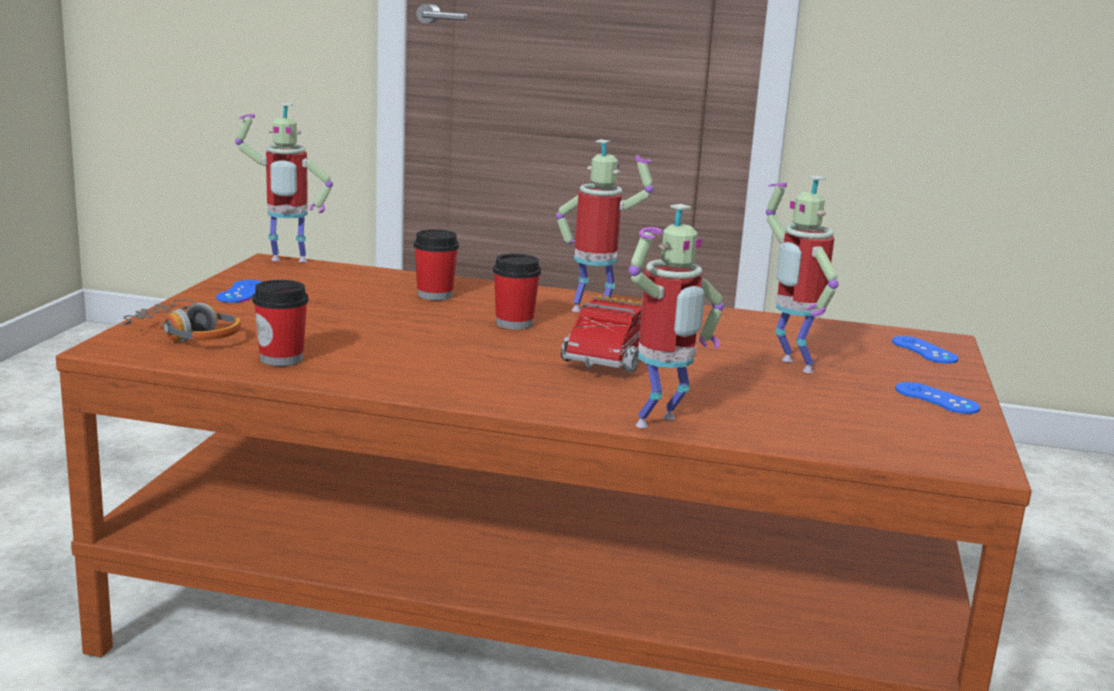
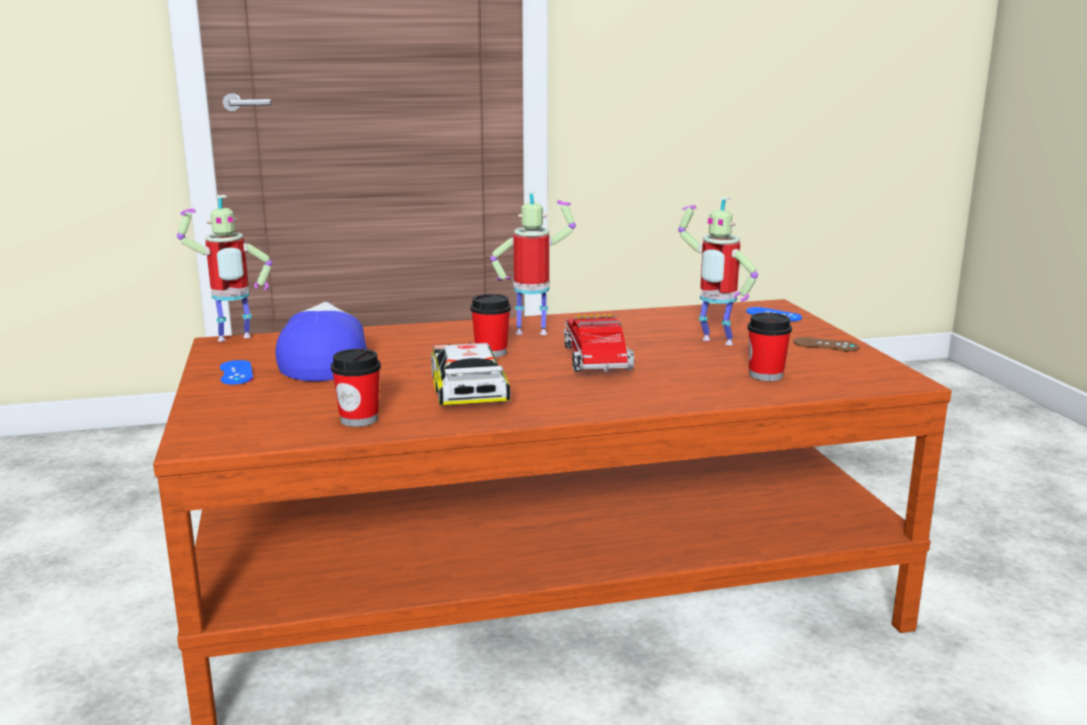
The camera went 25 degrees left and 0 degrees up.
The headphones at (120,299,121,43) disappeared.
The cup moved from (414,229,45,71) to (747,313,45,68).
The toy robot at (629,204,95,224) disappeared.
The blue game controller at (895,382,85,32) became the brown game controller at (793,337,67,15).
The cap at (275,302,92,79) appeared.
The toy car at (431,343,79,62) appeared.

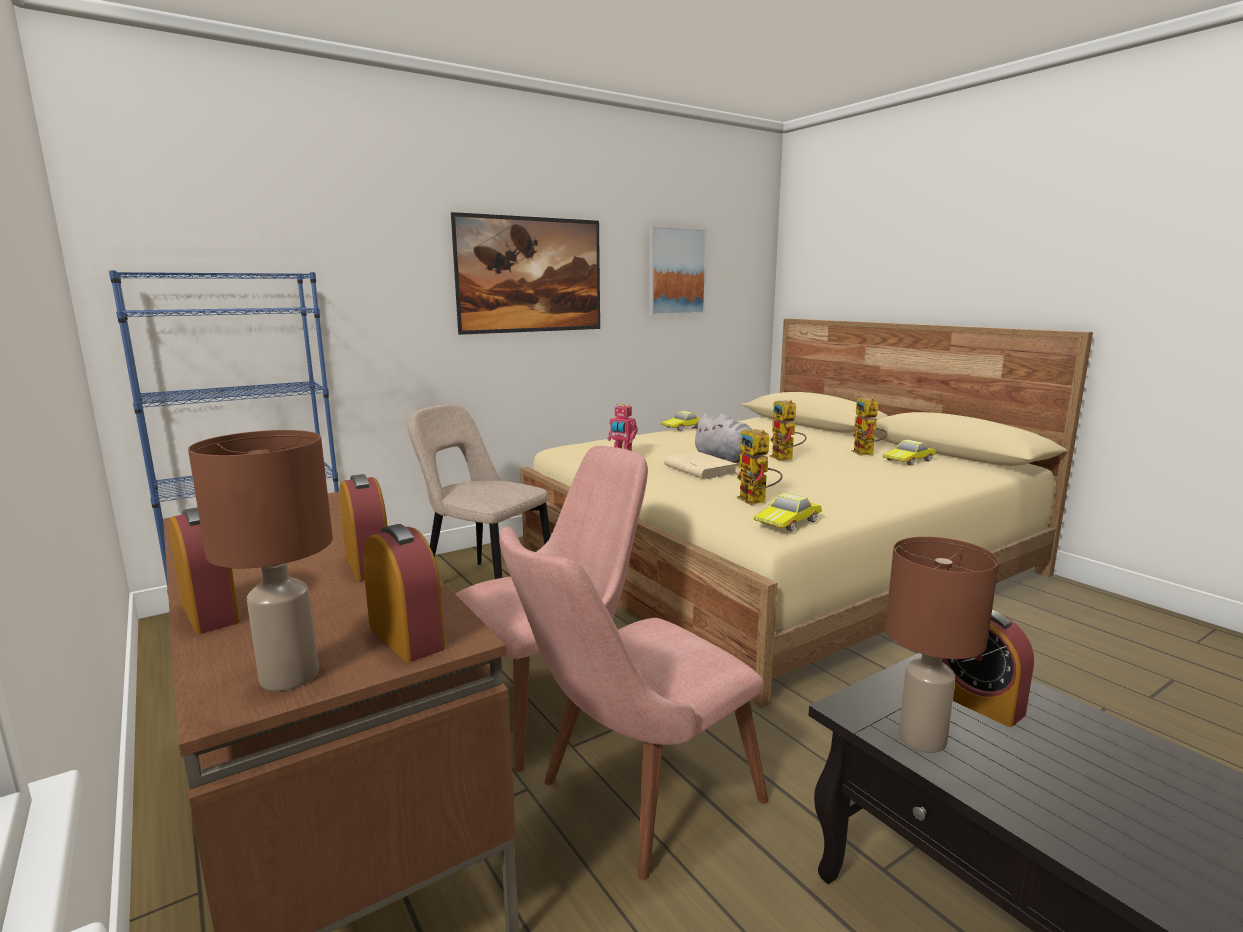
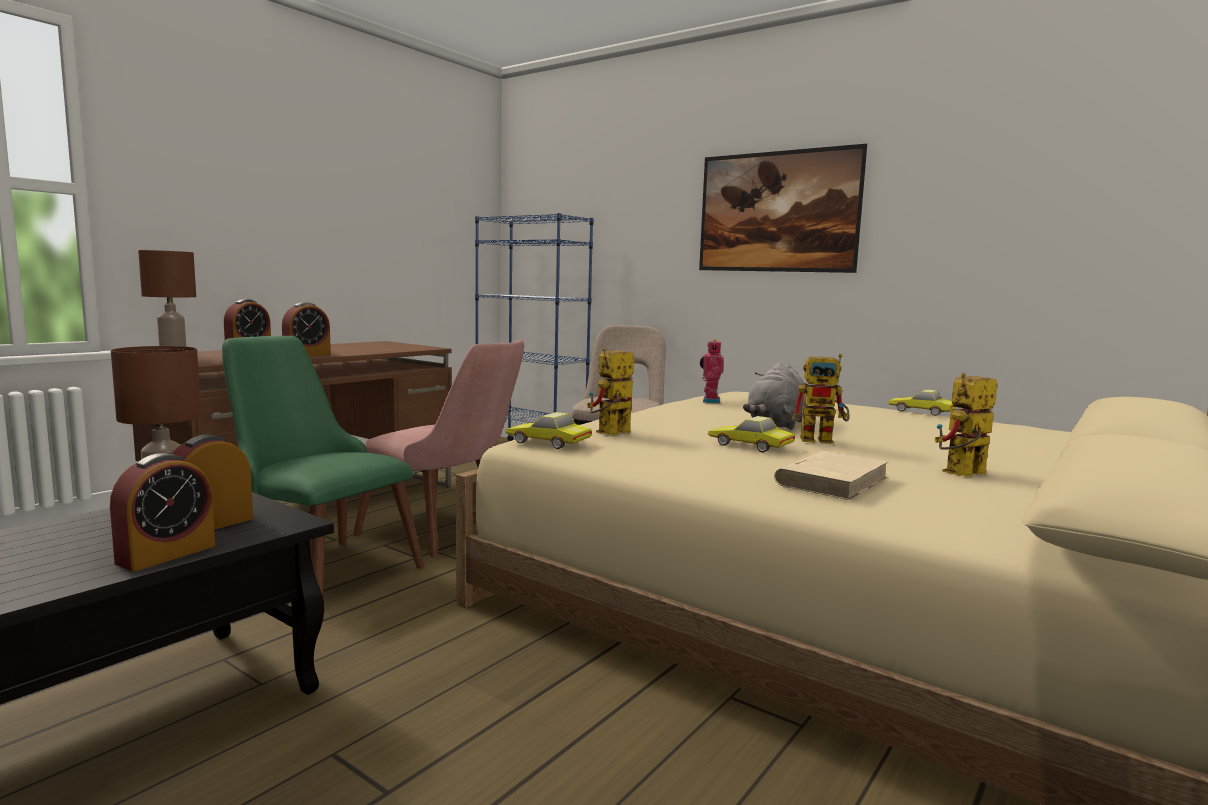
The camera went 70 degrees right and 5 degrees down.
The alarm clock moved from (363,524,83,138) to (110,453,105,118).
The pink chair at (499,526,270,354) became the green chair at (222,336,202,260).
The picture at (649,226,58,89) disappeared.
The beige book moved from (664,451,73,28) to (774,451,114,49).
The toy robot at (770,400,36,61) turned 135 degrees counterclockwise.
The toy car moved from (882,440,54,25) to (708,416,87,37).

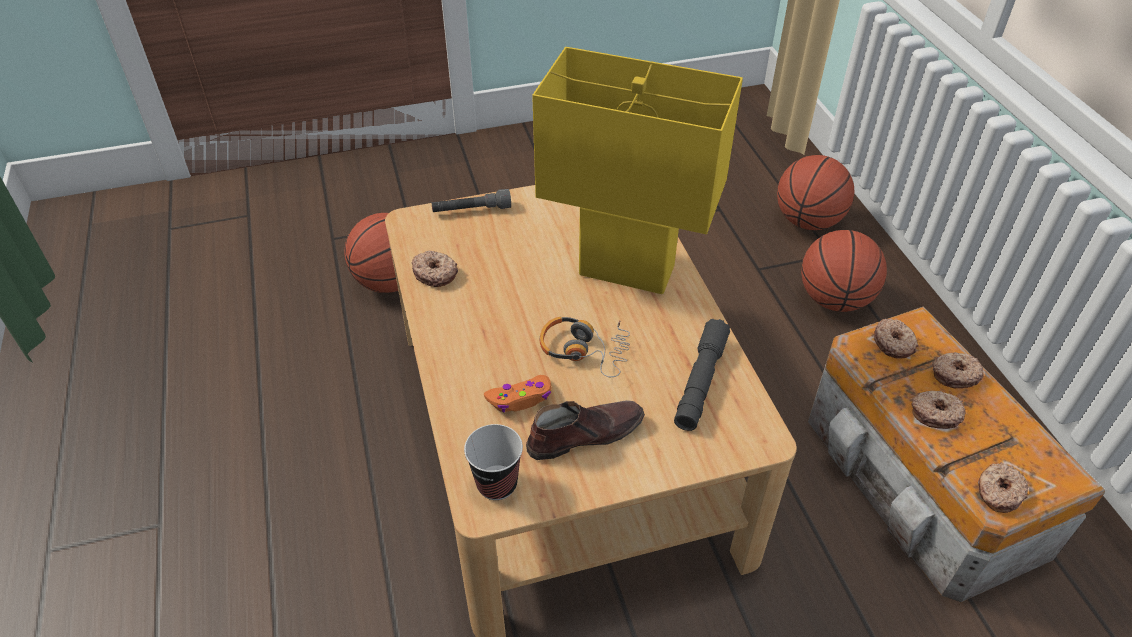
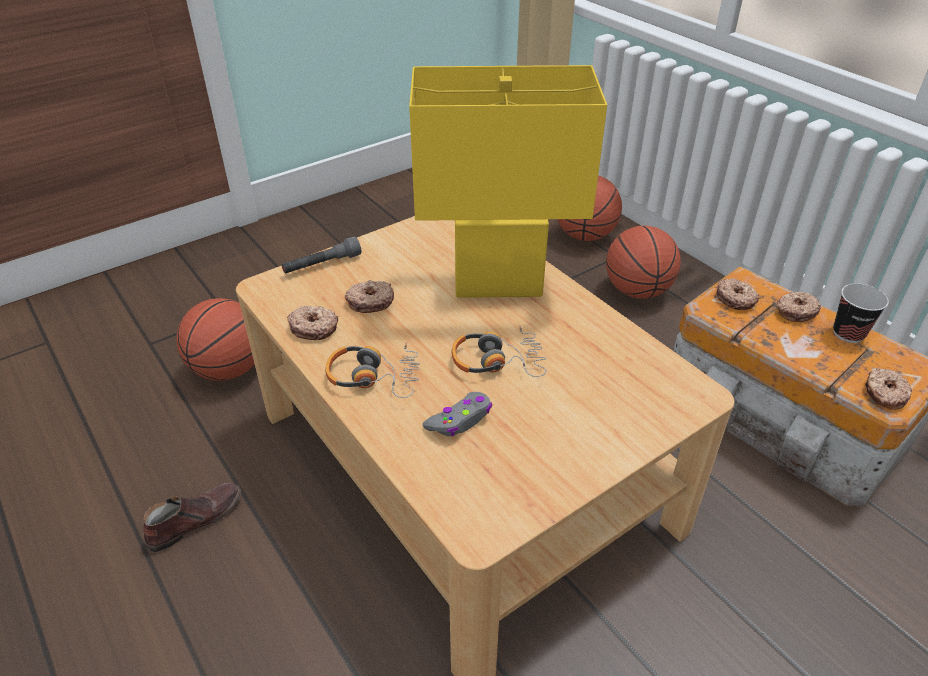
The camera went 20 degrees left and 5 degrees down.
The cup moved from (464,424,59,76) to (833,283,56,60).
The orange game controller at (484,375,67,37) became the grey game controller at (422,392,70,44).
The brown shoe moved from (526,400,119,60) to (143,483,98,69).
The grey flashlight at (674,319,56,112) disappeared.
The donut moved from (911,391,55,38) to (345,280,49,33).
The headphones at (325,342,94,56) appeared.

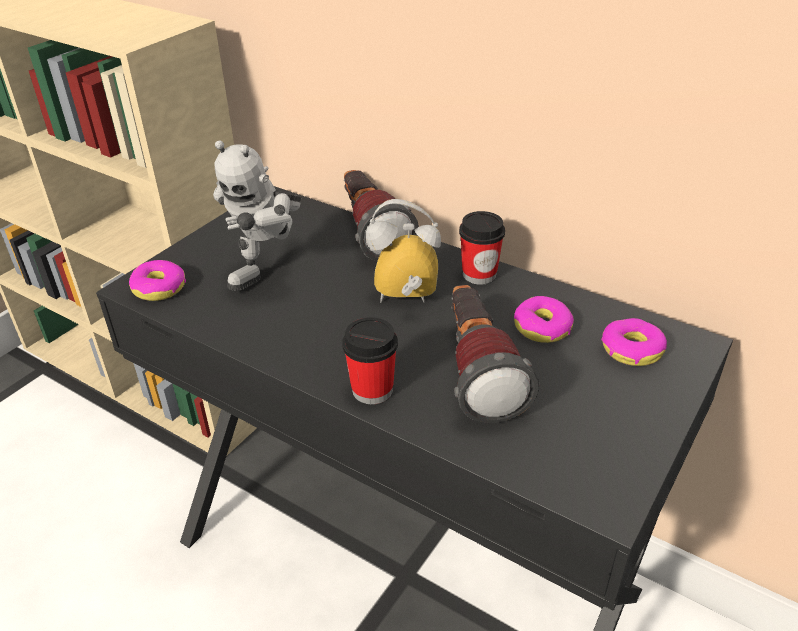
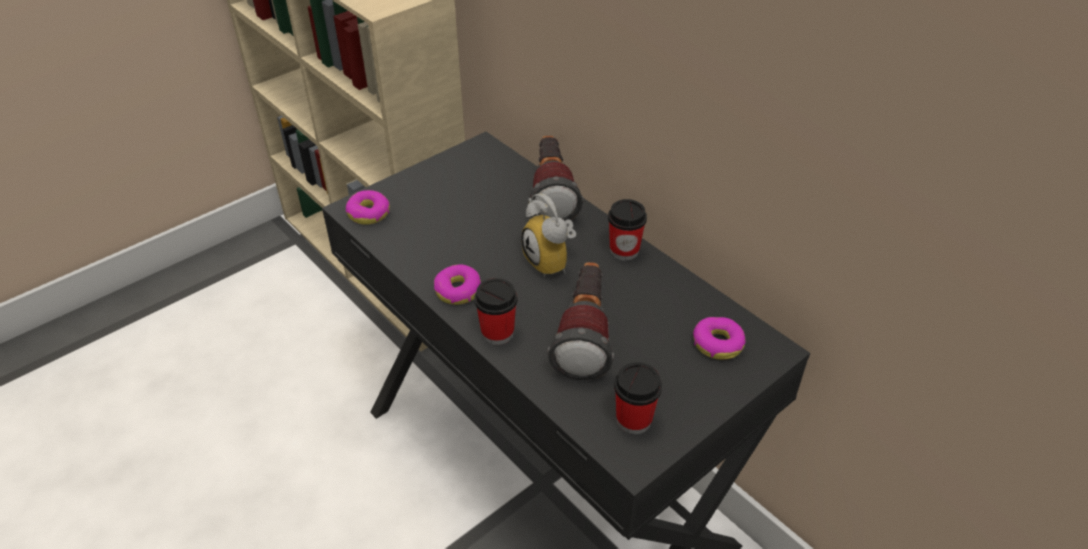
The camera went 15 degrees right and 5 degrees up.
The toy robot at (213,141,88,150) disappeared.
The alarm clock at (366,199,75,104) turned 135 degrees counterclockwise.
The donut moved from (514,296,60,47) to (434,264,47,41).
The cup at (614,362,48,72) appeared.

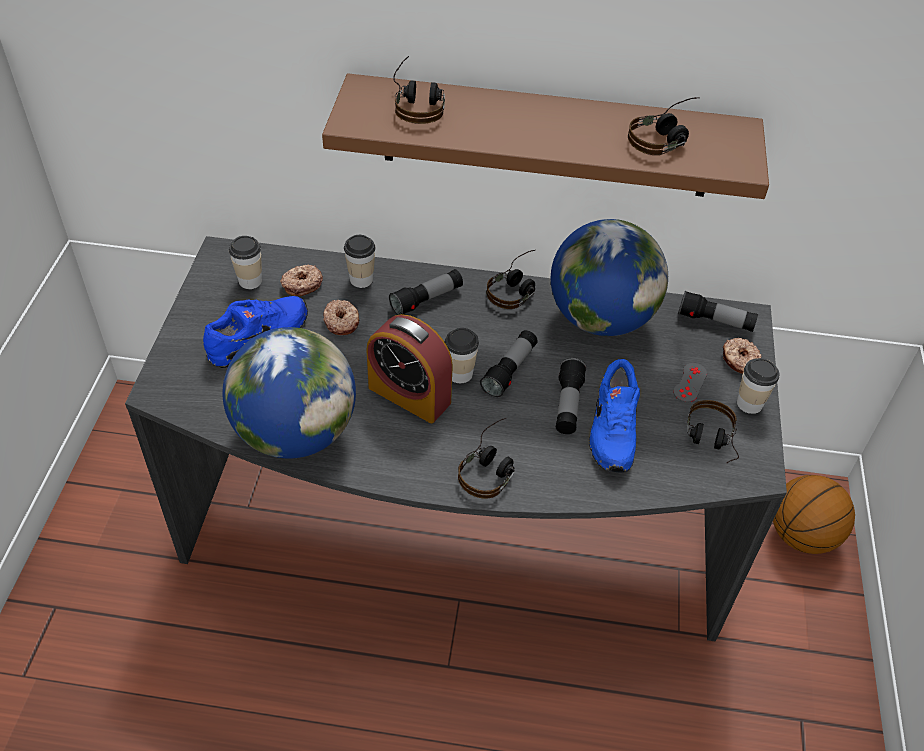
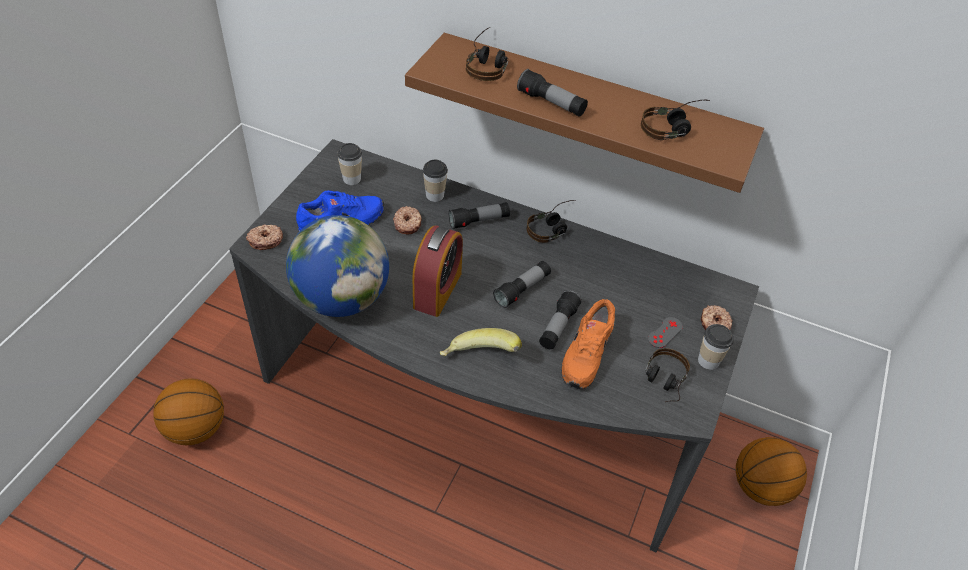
The camera went 15 degrees right and 0 degrees up.
The donut moved from (280,264,43,32) to (246,224,37,26).
The alarm clock at (367,314,86,109) turned 120 degrees counterclockwise.
The cup at (445,328,34,55) disappeared.
The headphones at (458,418,57,81) was replaced by the banana at (440,328,82,28).
The globe at (551,219,117,117) disappeared.
The blue shoe at (589,359,51,113) became the orange shoe at (561,299,54,90).
The flashlight moved from (678,291,80,41) to (517,69,71,48).
The basketball at (153,378,71,67) appeared.

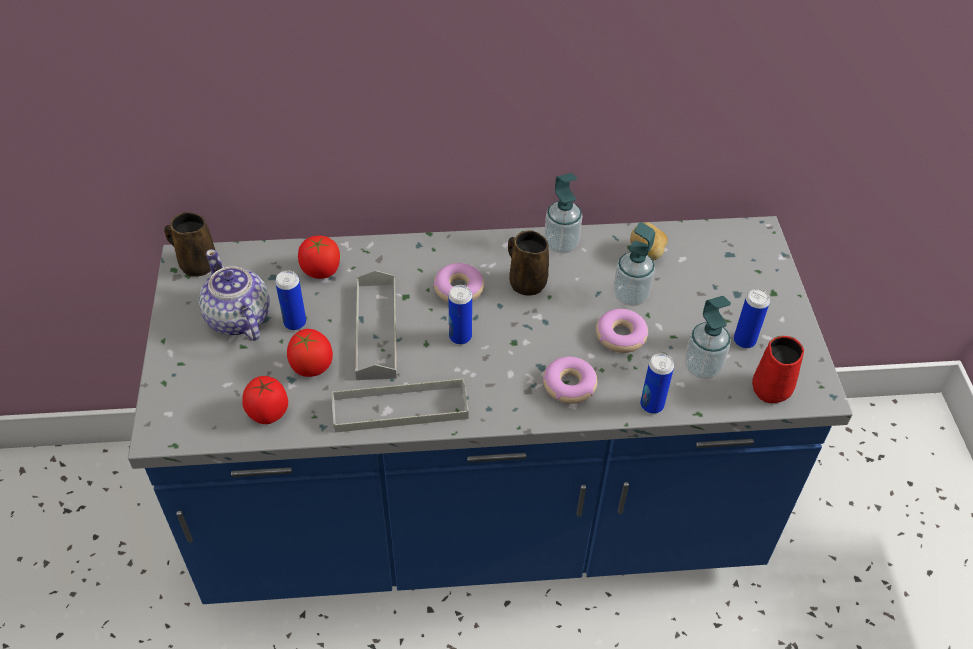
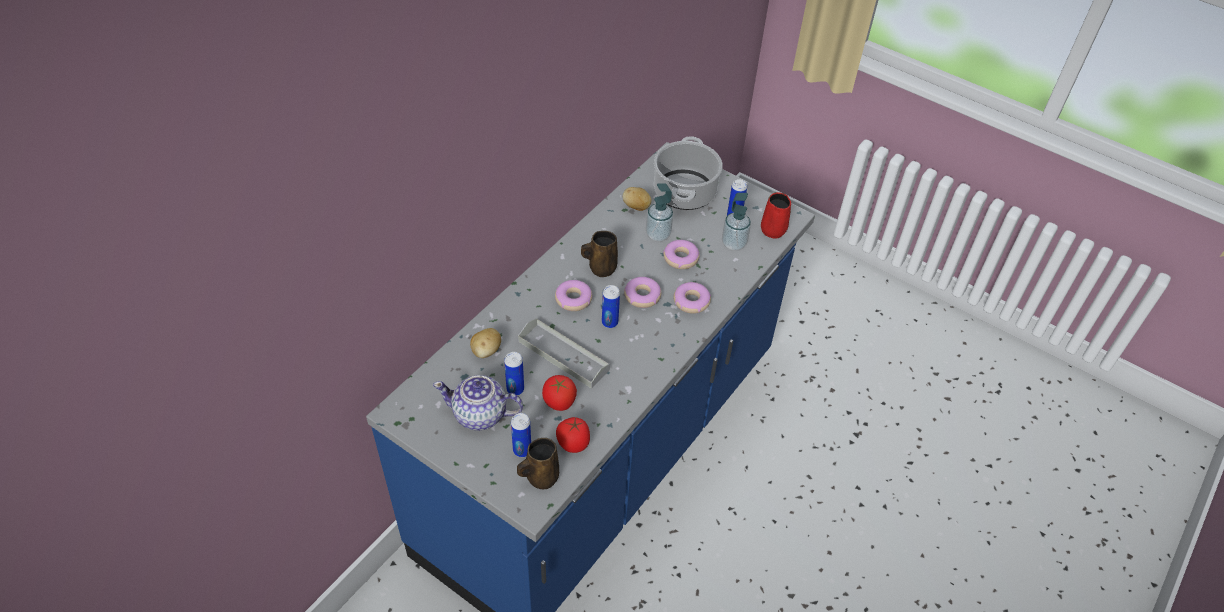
The camera went 50 degrees left and 0 degrees up.
The brown mug moved from (164,212,51,65) to (517,438,42,51).
The tomato at (298,236,42,43) was replaced by the potato at (470,328,31,30).
The grey tray at (332,378,137,55) disappeared.
The soap dispenser at (544,173,38,81) disappeared.
The can moved from (640,353,34,61) to (511,413,20,44).
The donut at (624,277,37,31) appeared.
The cooking pot at (654,136,69,74) appeared.

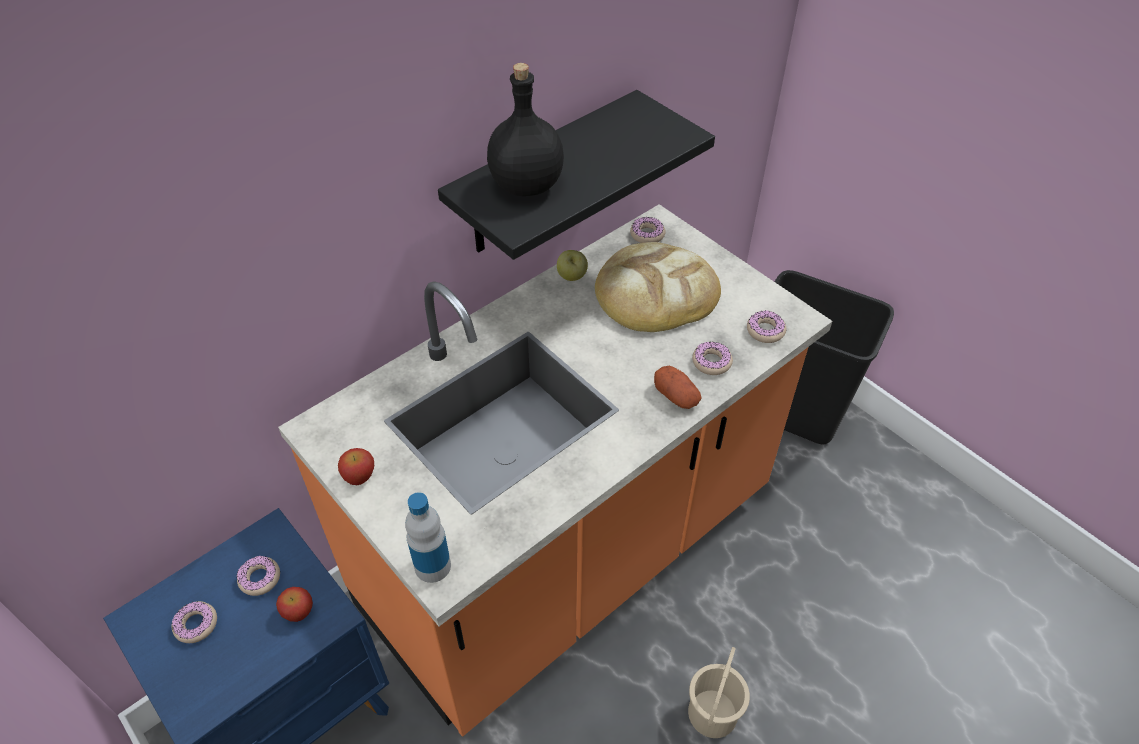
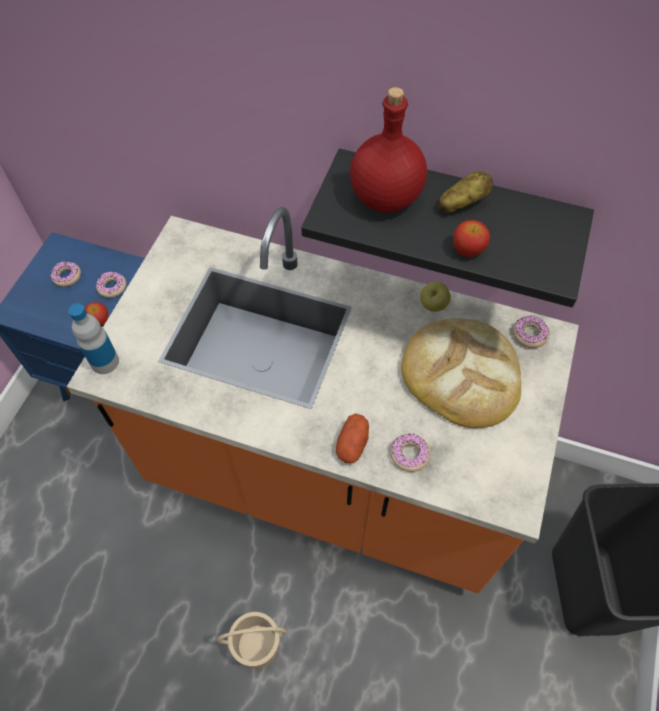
The camera went 60 degrees right and 10 degrees up.
The apple moved from (338,448,36,37) to (453,220,37,37).
The black bottle at (487,63,77,133) became the red bottle at (350,87,77,126).
The donut at (747,310,39,33) disappeared.
The potato at (438,171,55,42) appeared.

